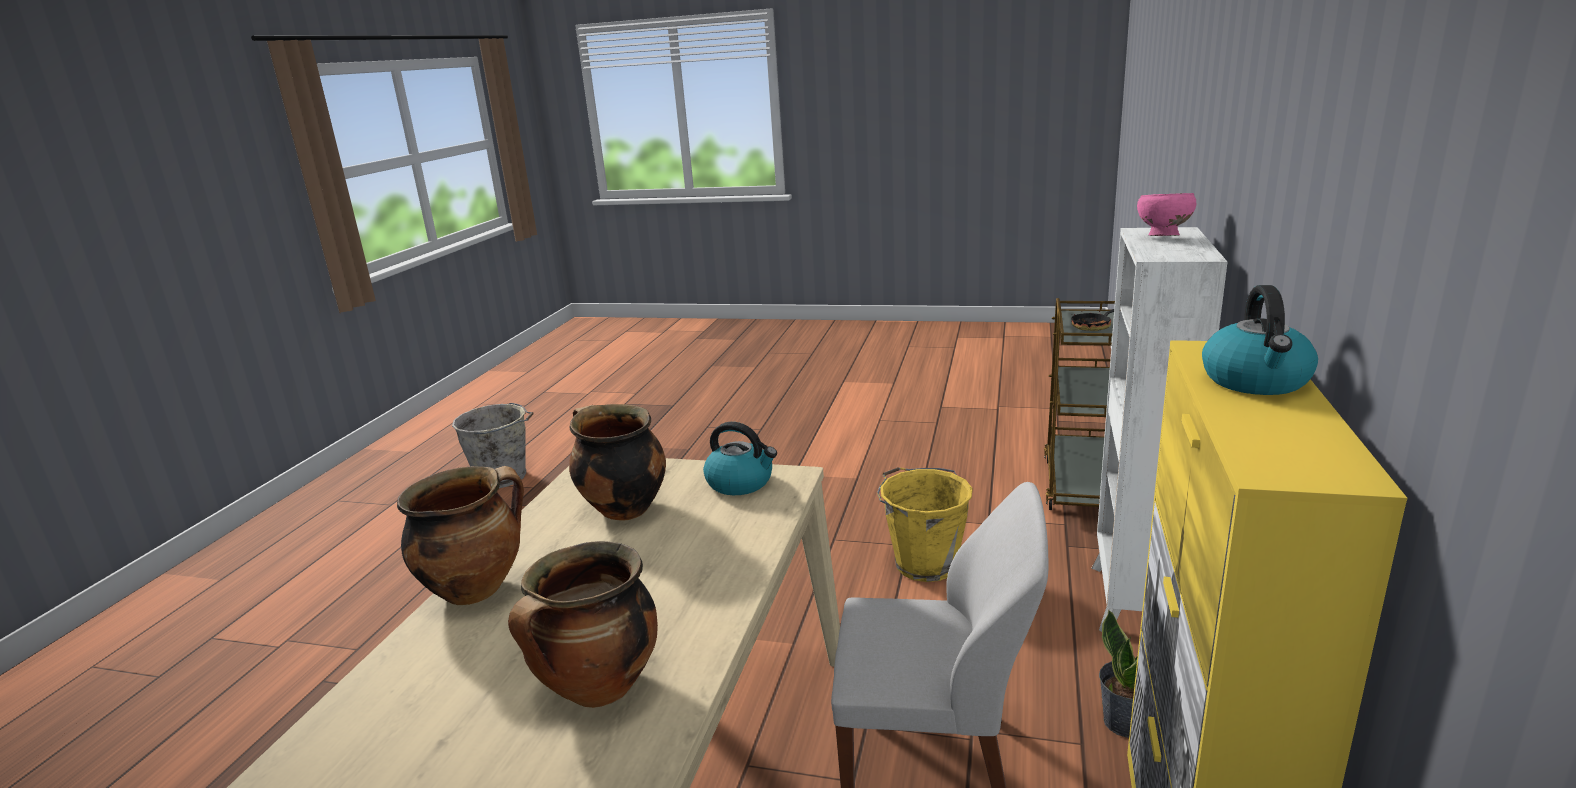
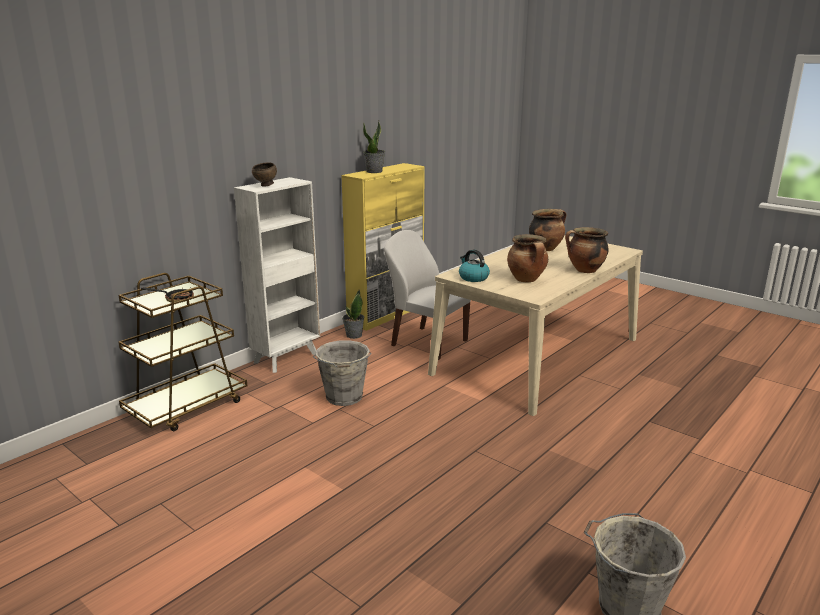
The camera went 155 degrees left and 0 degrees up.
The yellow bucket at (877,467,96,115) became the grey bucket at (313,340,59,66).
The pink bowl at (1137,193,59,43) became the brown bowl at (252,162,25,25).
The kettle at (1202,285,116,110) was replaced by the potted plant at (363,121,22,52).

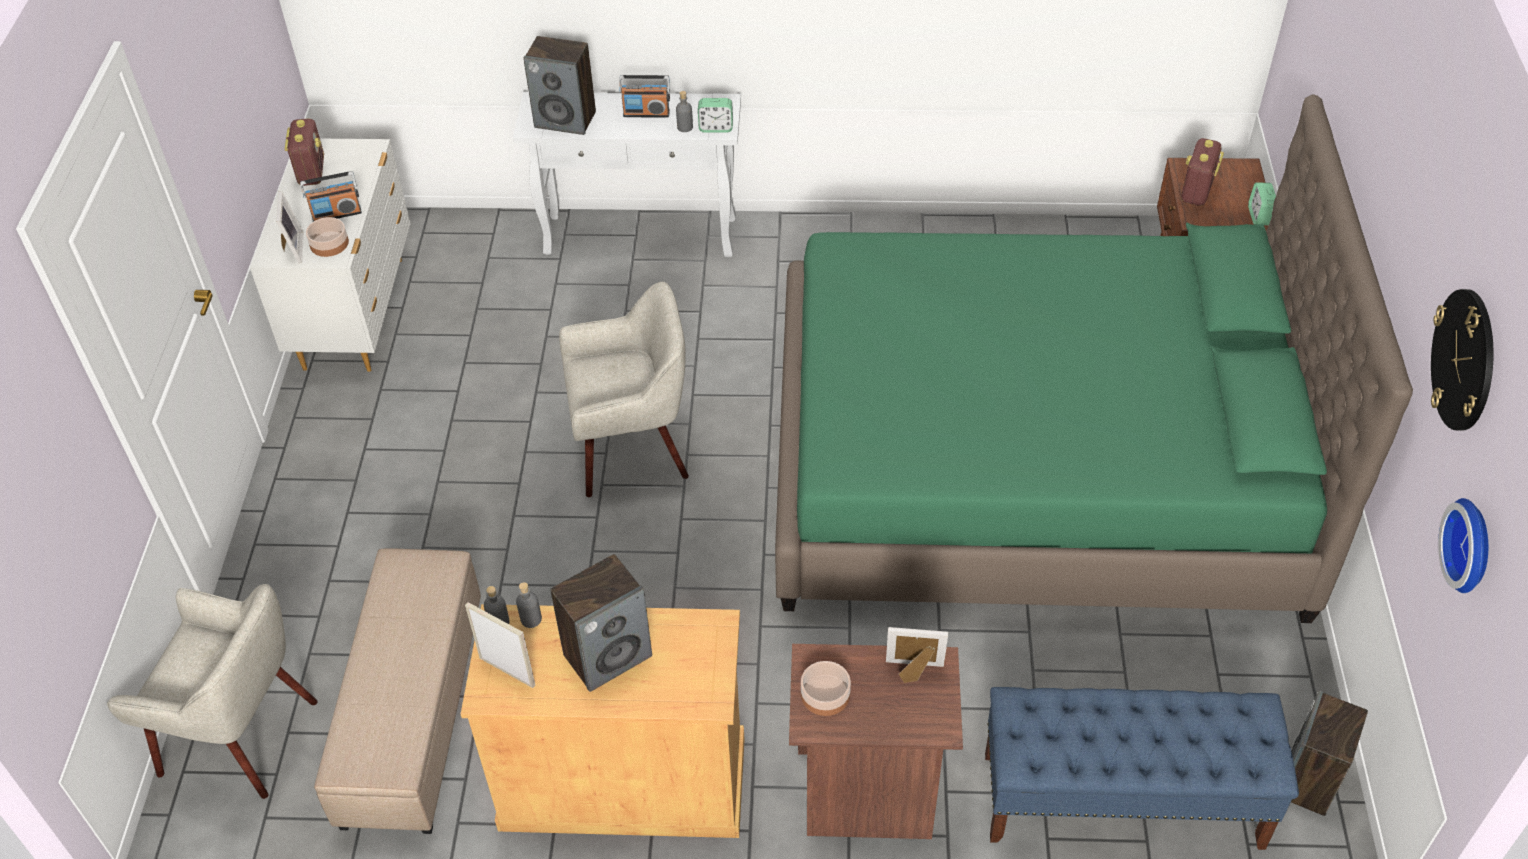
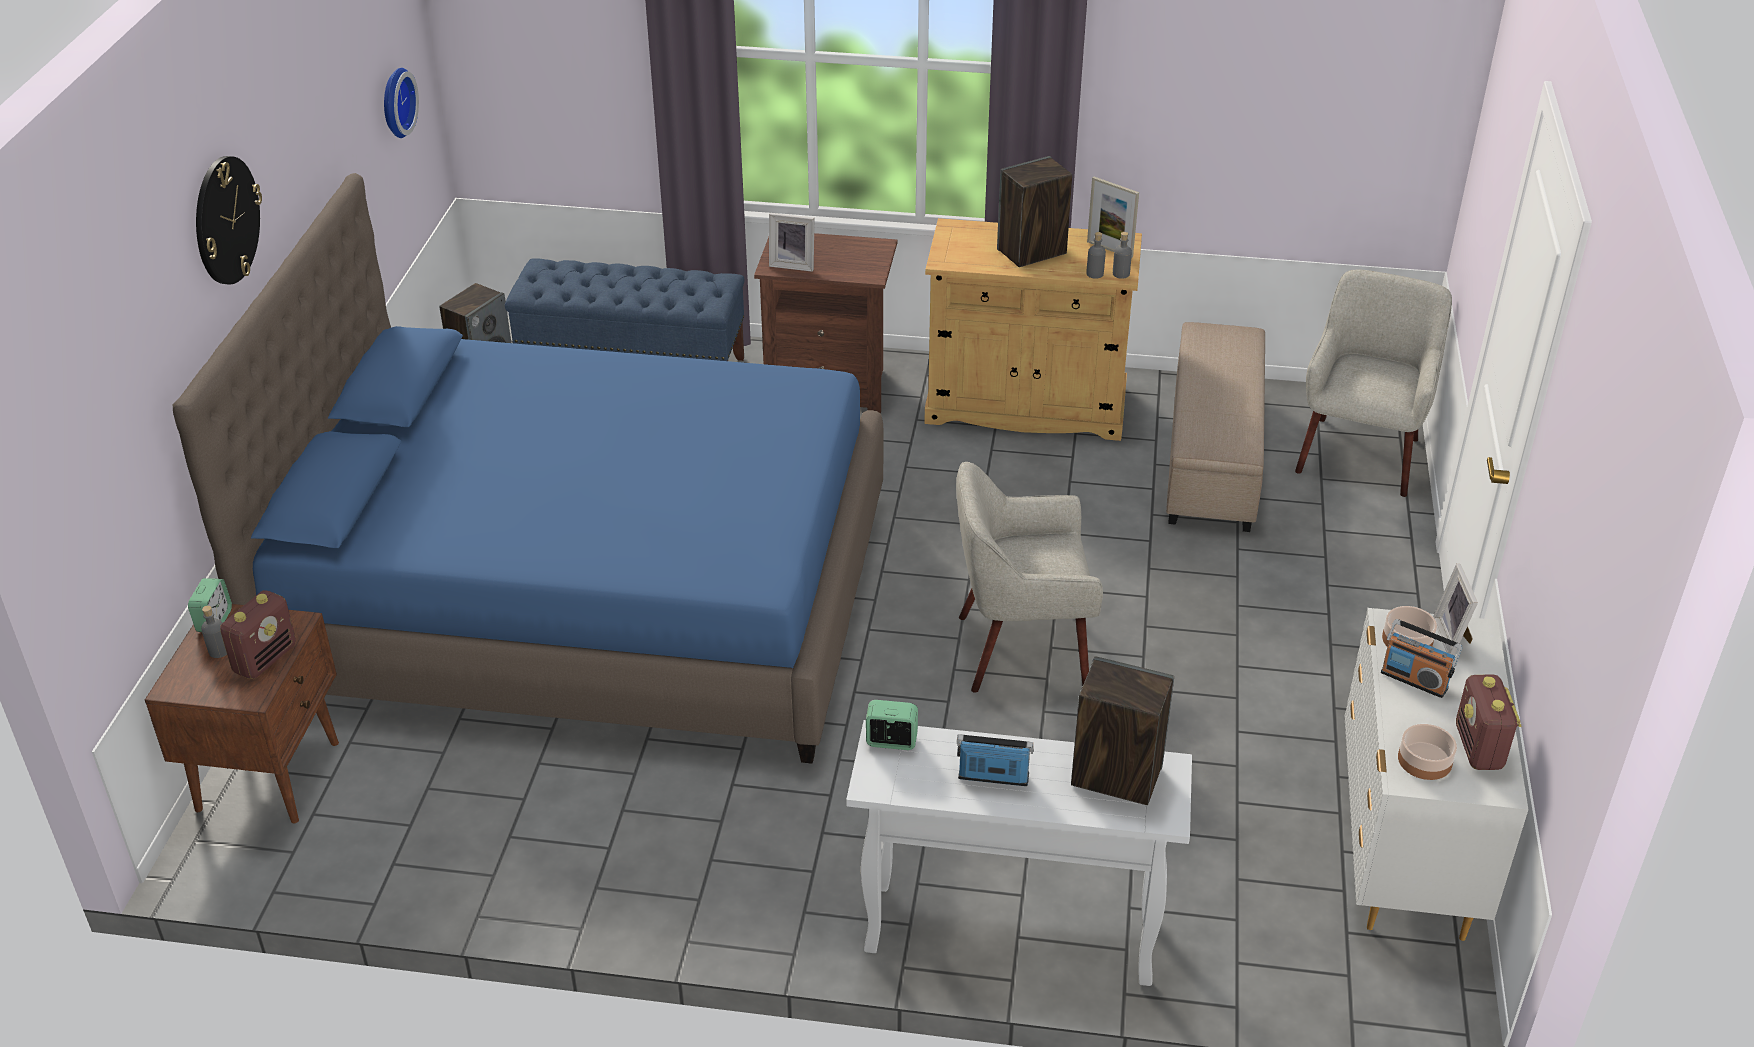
The camera went 175 degrees left and 10 degrees down.
The beige armchair at (107,584,211,215) turned 90 degrees clockwise.
The radio at (300,171,62,51) turned 135 degrees counterclockwise.
The grey bottle moved from (676,91,17,41) to (201,606,26,52).
The green bed at (775,94,638,529) became the blue bed at (173,173,710,591).
The bowl moved from (801,661,50,55) to (1398,724,59,56).
The wall clock moved from (1431,289,63,141) to (196,156,66,129).

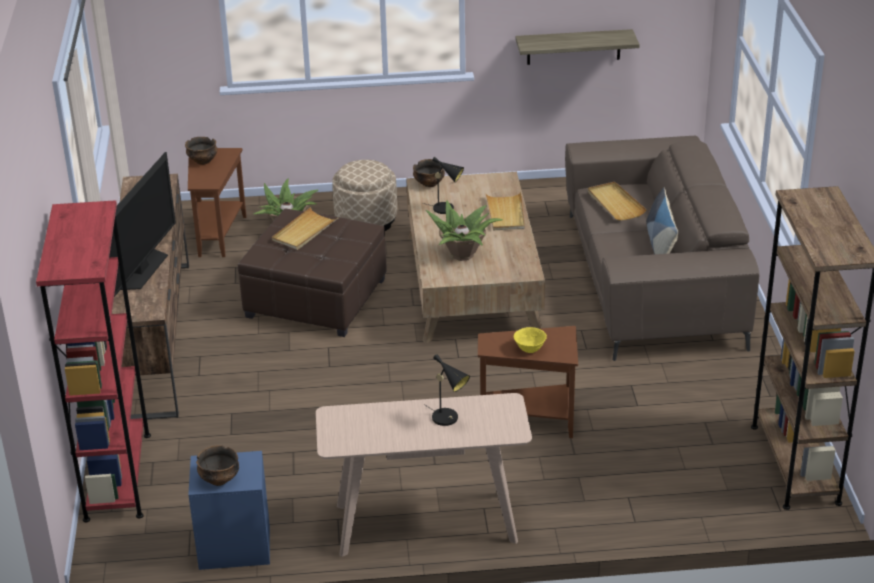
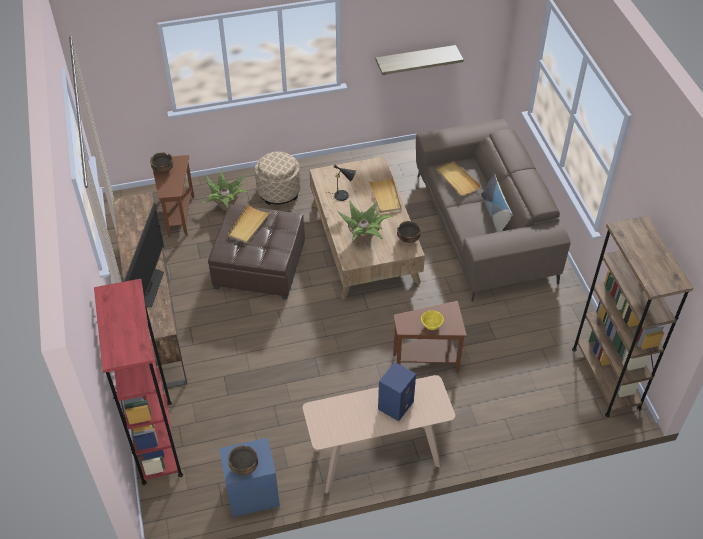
The camera went 10 degrees left and 15 degrees up.
The bowl moved from (413,159,32,28) to (397,221,24,22).
The black table lamp at (424,354,46,72) was replaced by the blue speaker at (378,362,38,59).

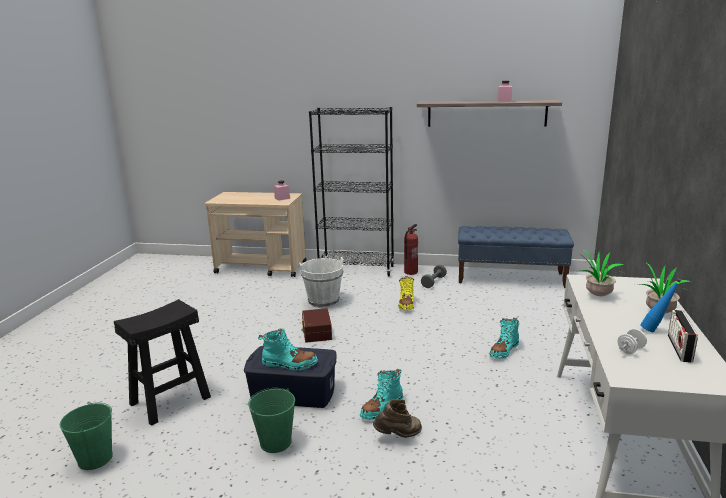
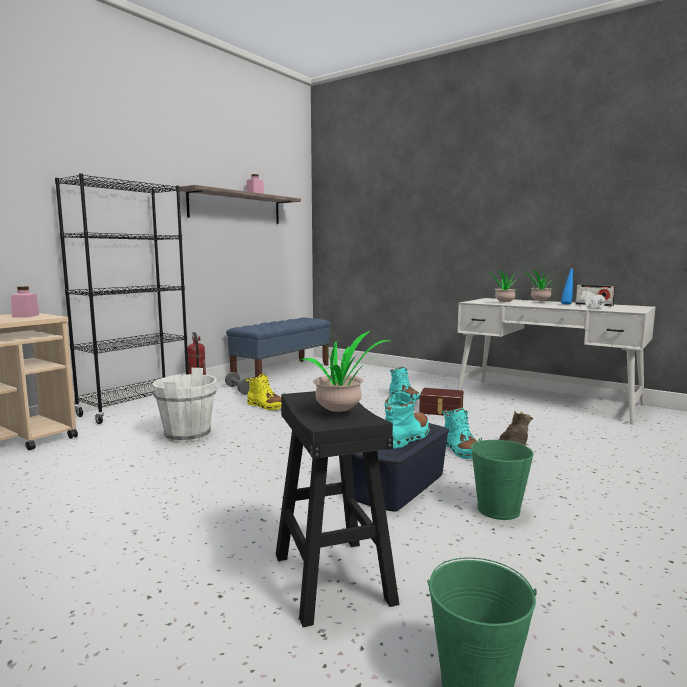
The camera went 65 degrees left and 10 degrees down.
The brown storage box moved from (301,308,31,35) to (419,388,45,28).
The potted plant at (299,331,91,81) appeared.

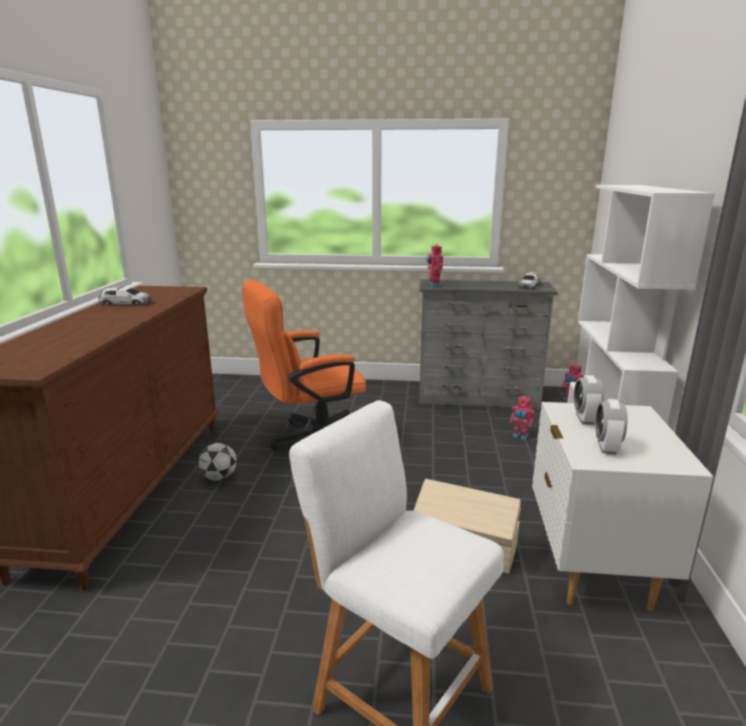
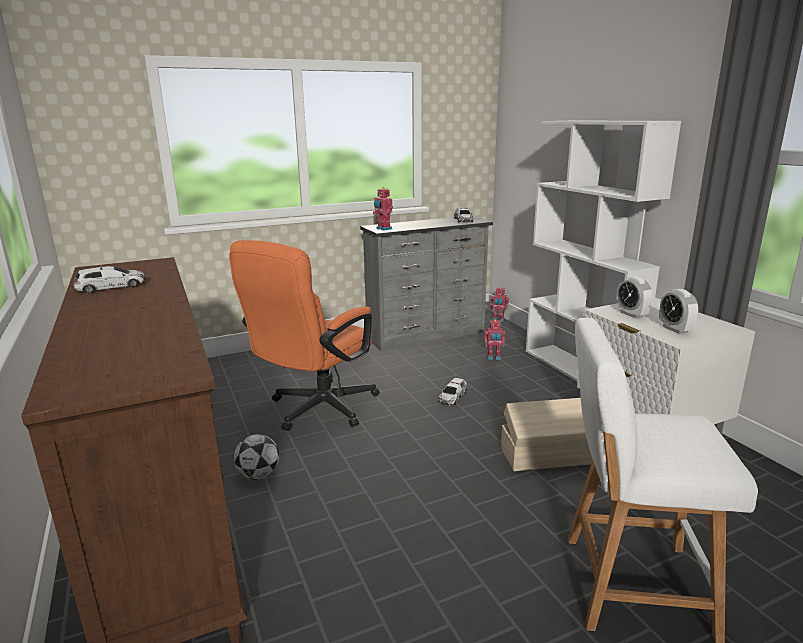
The camera went 30 degrees left and 0 degrees up.
The toy car at (438,378,30,28) appeared.

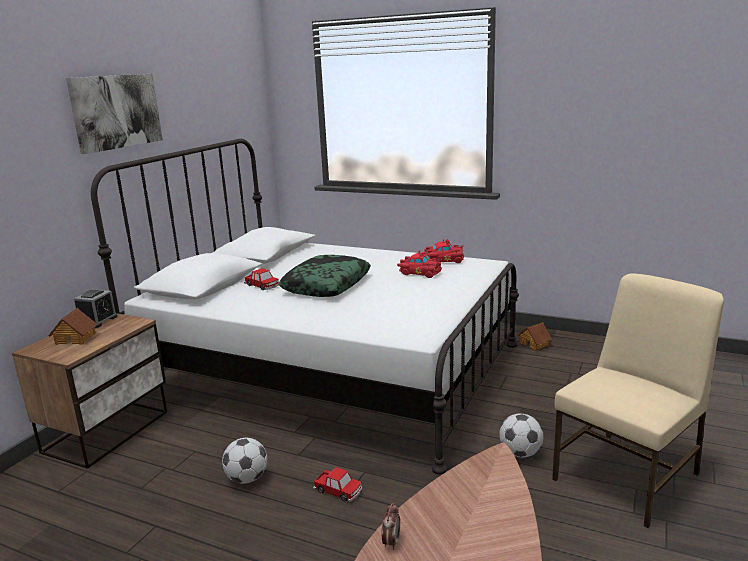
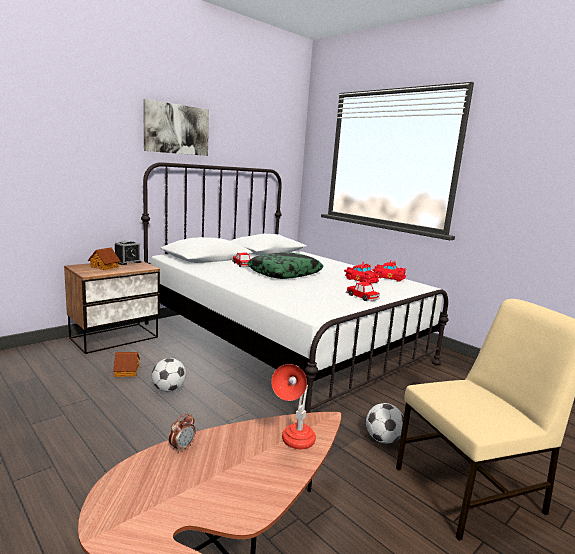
The camera went 20 degrees right and 5 degrees down.
The toy car moved from (313,467,50,35) to (346,282,34,19).
The toy house moved from (517,322,35,28) to (113,352,27,25).
The red table lamp at (271,364,45,85) appeared.

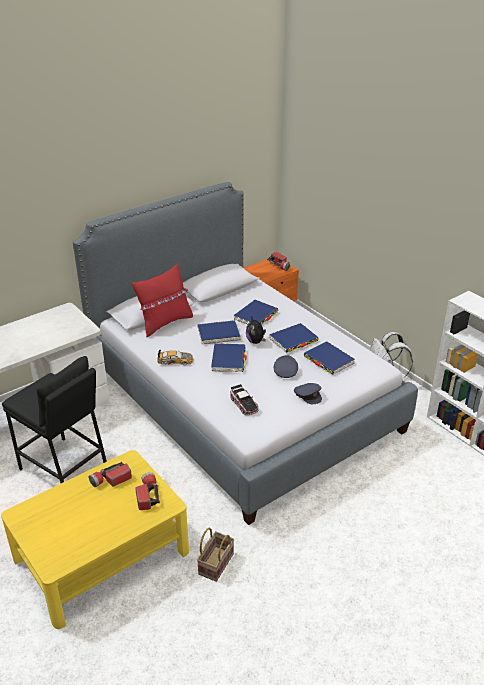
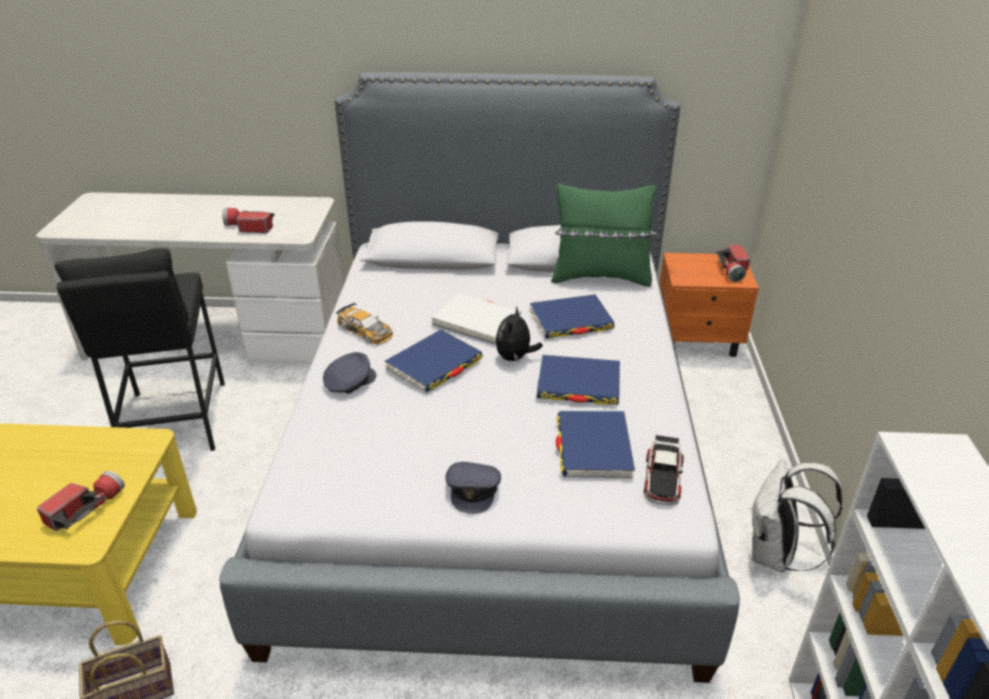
The camera went 40 degrees right and 0 degrees up.
The flashlight moved from (88,462,44,25) to (222,208,53,25).
The red pillow at (132,264,61,73) disappeared.
The blue book at (197,320,43,24) became the white book at (432,293,89,51).
The toy car moved from (230,384,29,31) to (643,435,41,70).
The grey cap moved from (274,355,24,23) to (323,352,53,42).
The green pillow at (551,183,106,104) appeared.

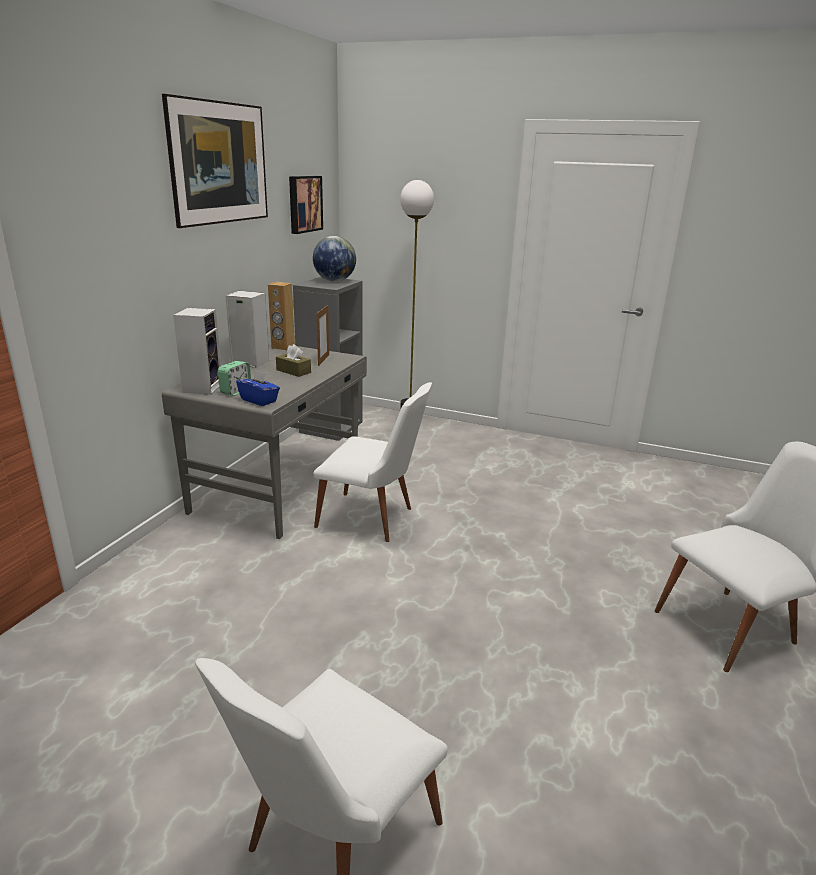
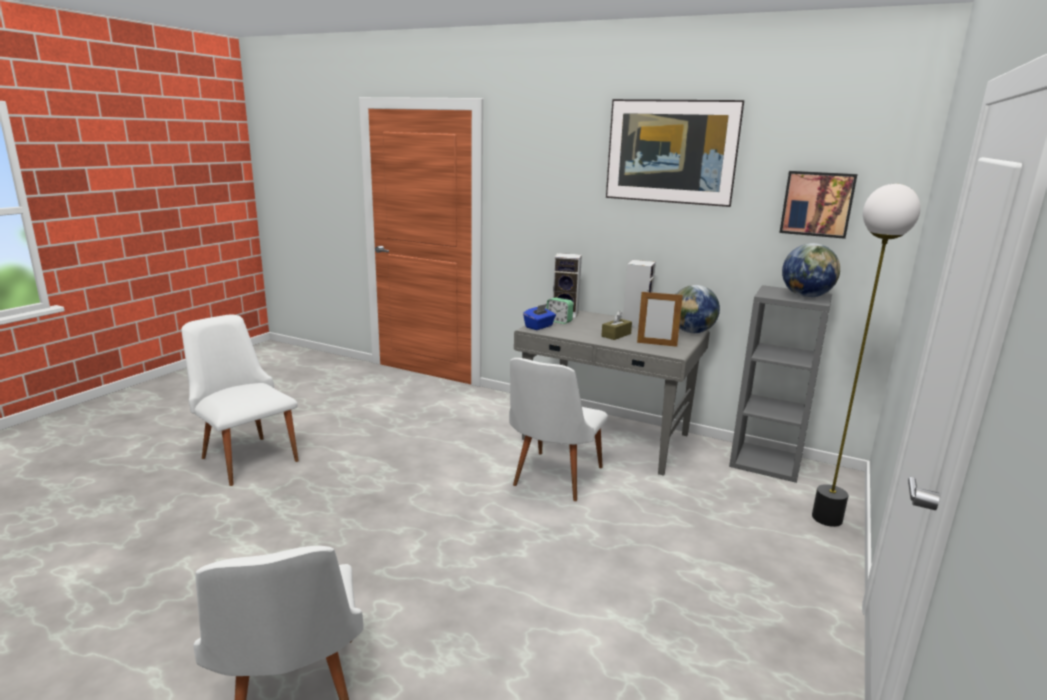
The camera went 95 degrees right and 5 degrees down.
The brown speaker at (268,282,27,68) was replaced by the globe at (677,285,43,48).

